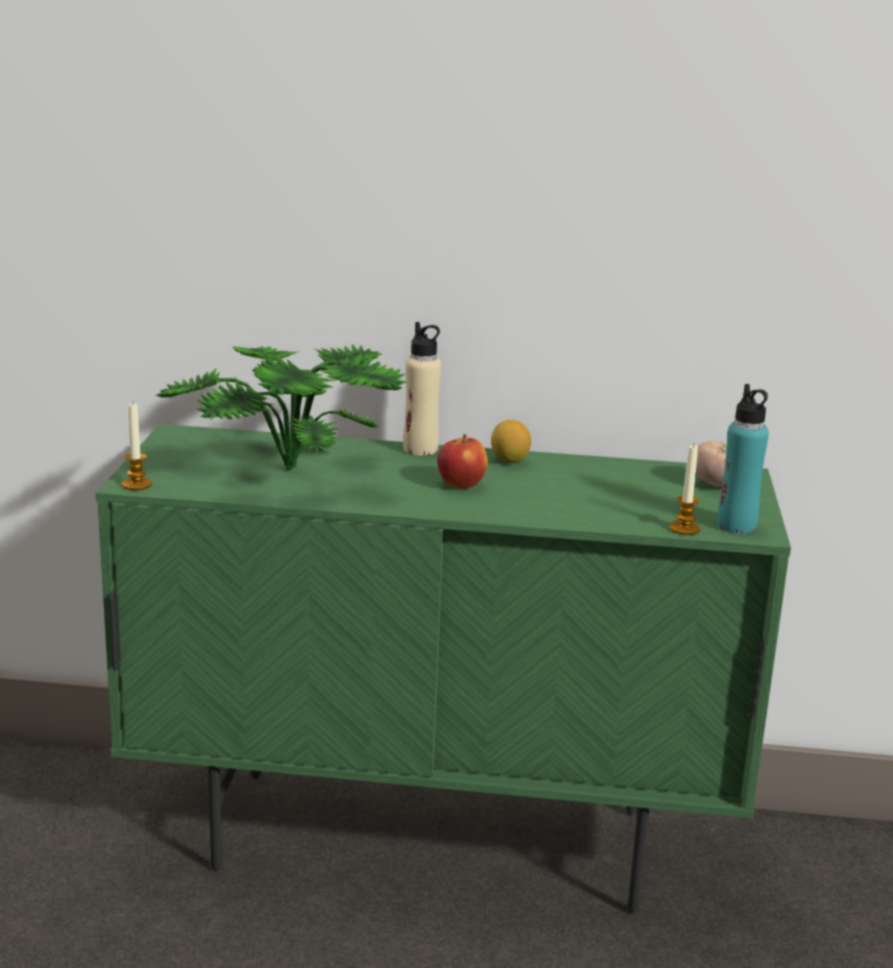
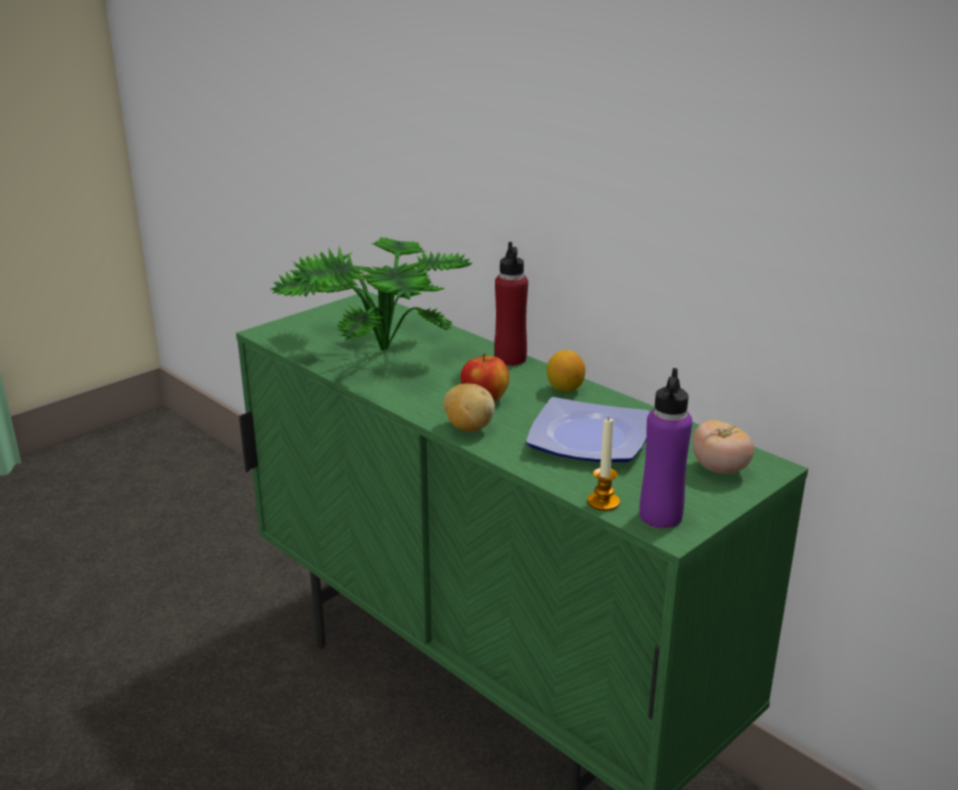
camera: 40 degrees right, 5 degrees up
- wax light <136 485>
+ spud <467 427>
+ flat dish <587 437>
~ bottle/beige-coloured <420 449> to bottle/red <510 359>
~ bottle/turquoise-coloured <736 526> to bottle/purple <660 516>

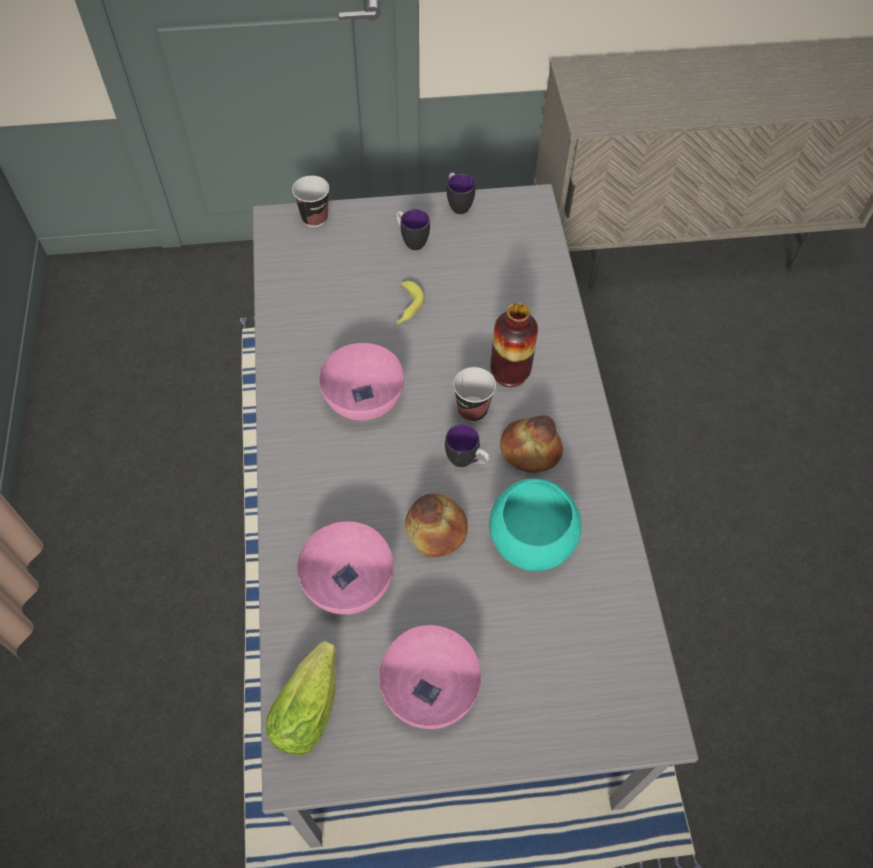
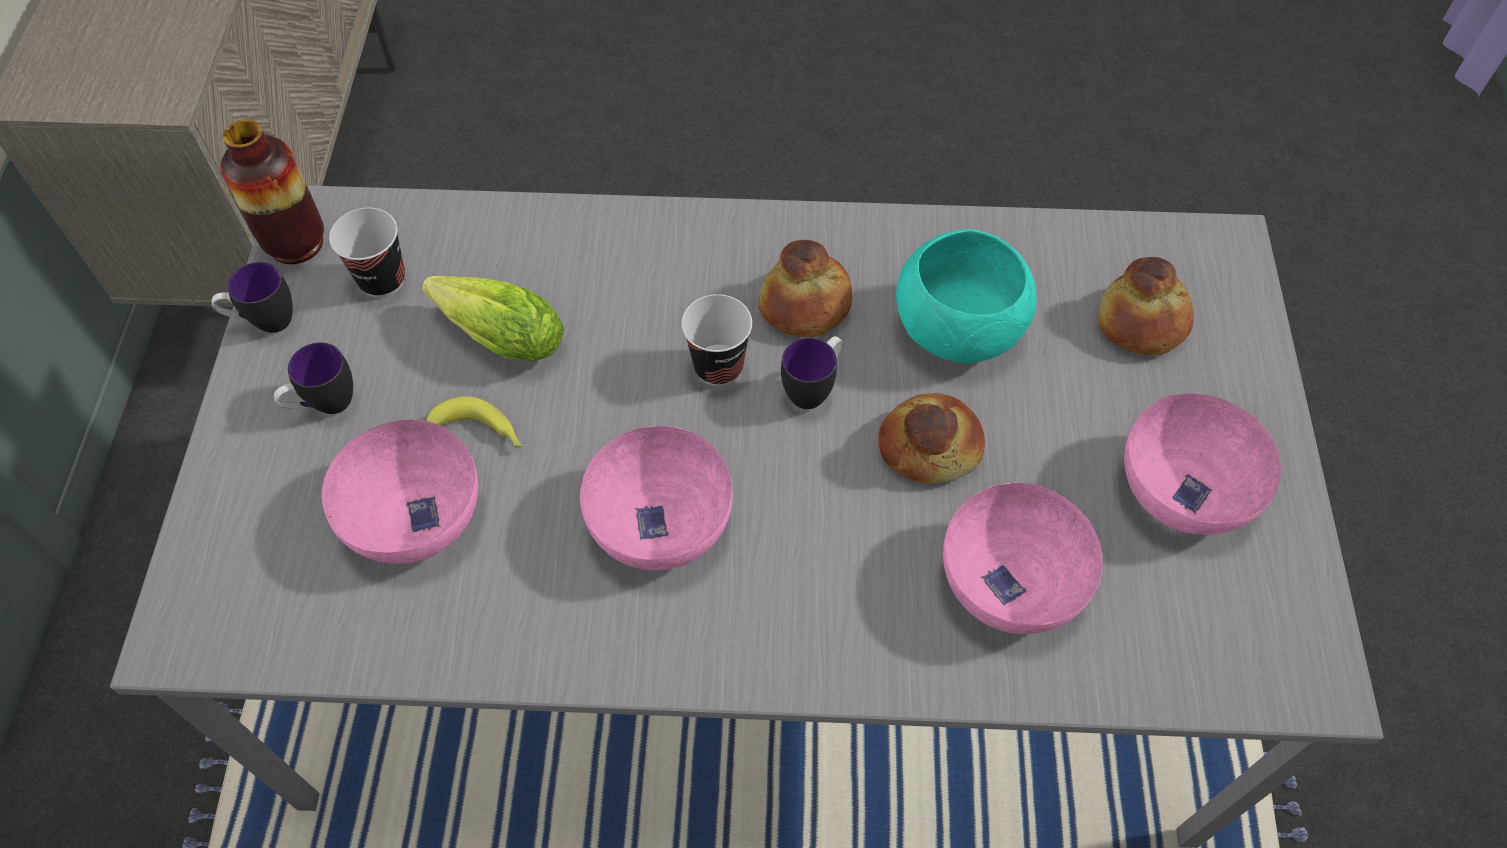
camera: 80 degrees left, 0 degrees up
+ bowl/pink <413 514>
+ baked bread <1143 322>
~ head of lettuce <310 702> to <496 334>
~ drinking cup <314 218> to <382 280>
~ decorative vase <510 373> to <296 243>

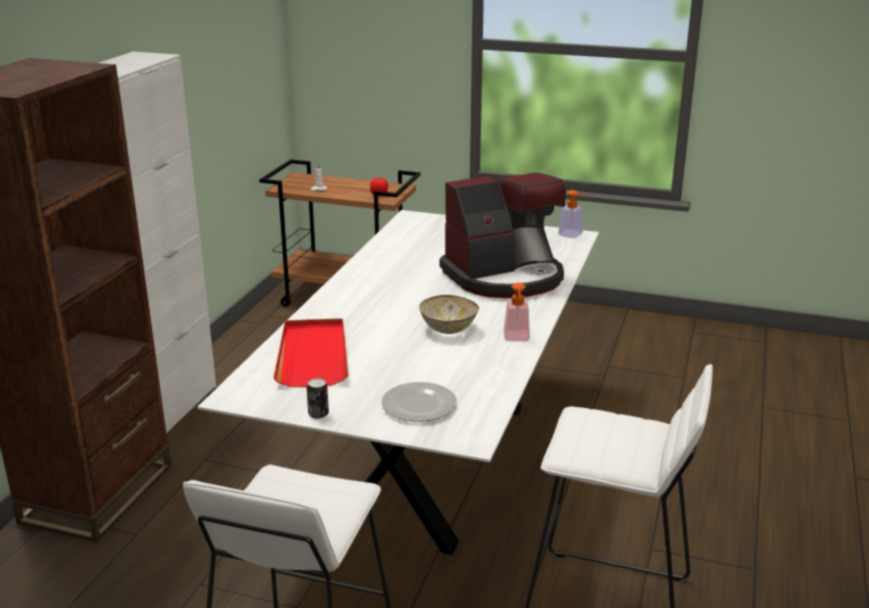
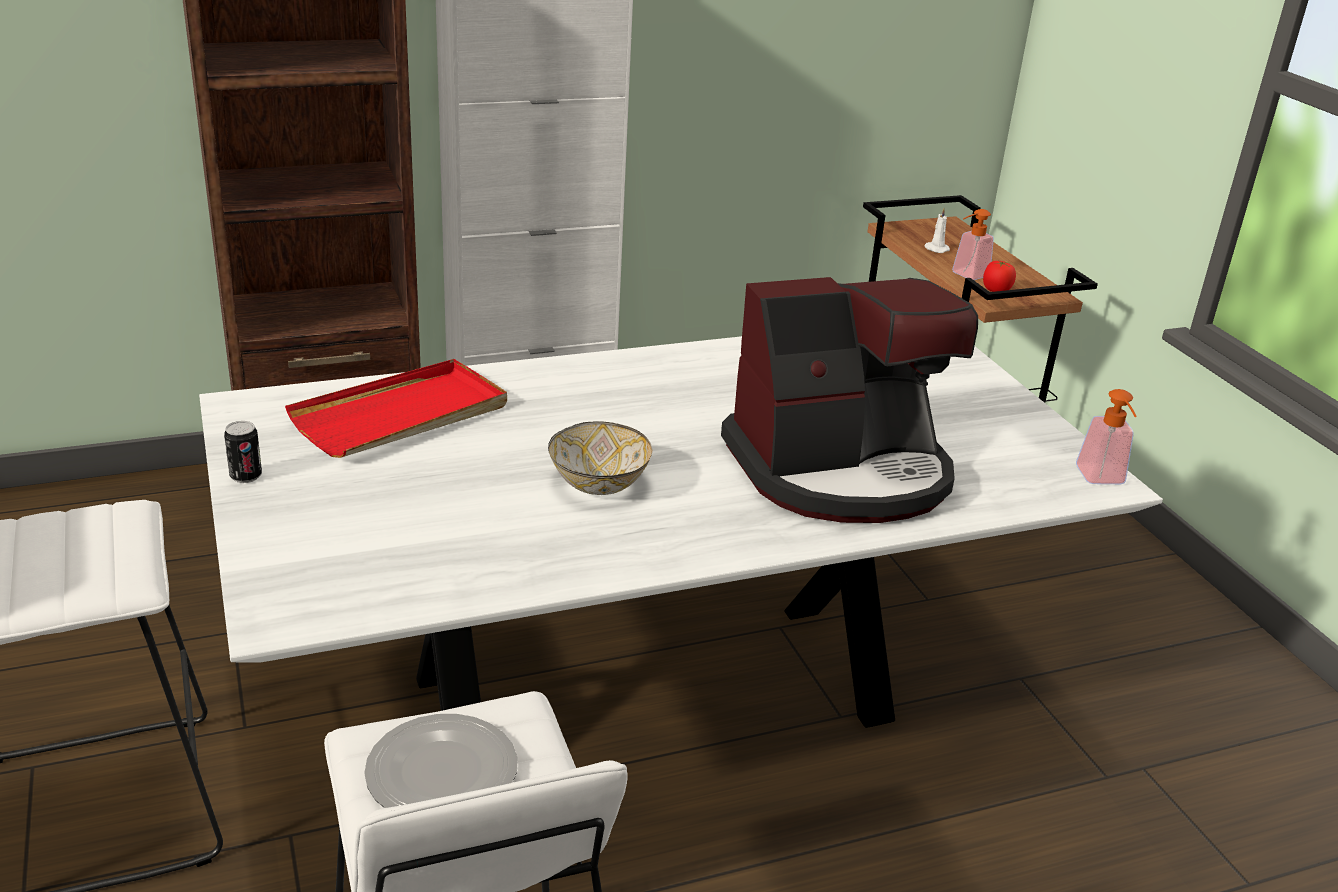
camera: 50 degrees right, 5 degrees up
~ flat dish <417 405> to <440 771>
~ soap dispenser <516 339> to <966 275>
~ coffee machine <505 277> = <841 470> 45 degrees counterclockwise

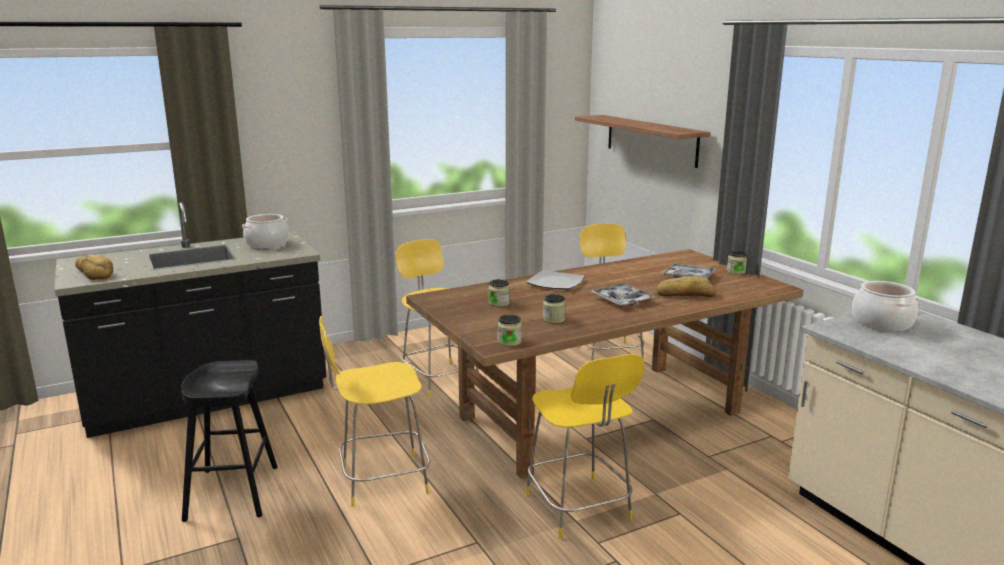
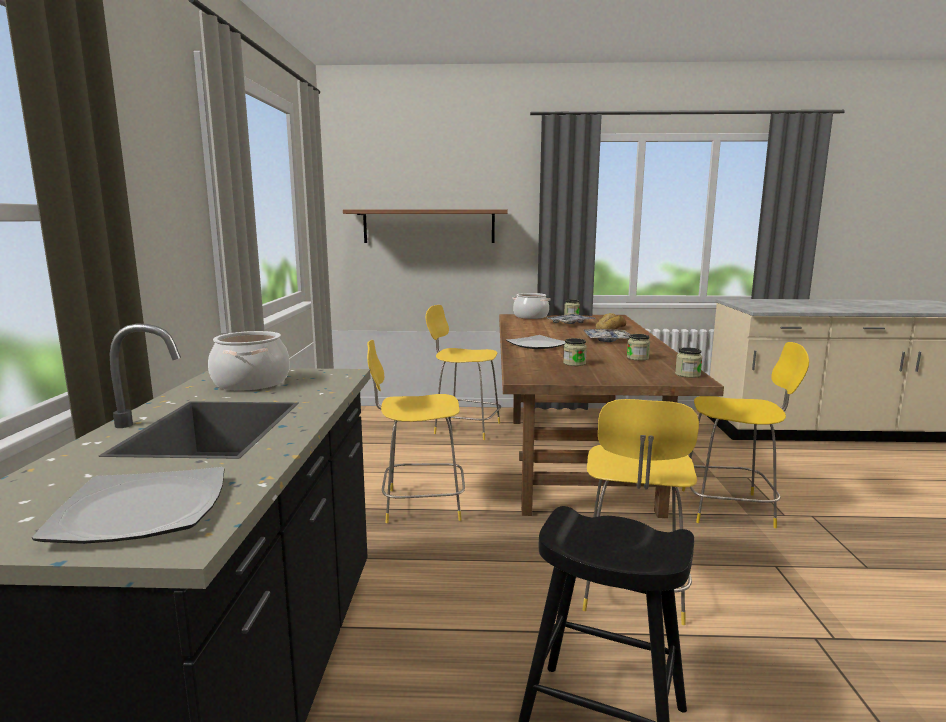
camera: 60 degrees left, 5 degrees down
~ stockpot <881 322> to <530 316>
~ baked bread <95 273> to flat dish <142 511>

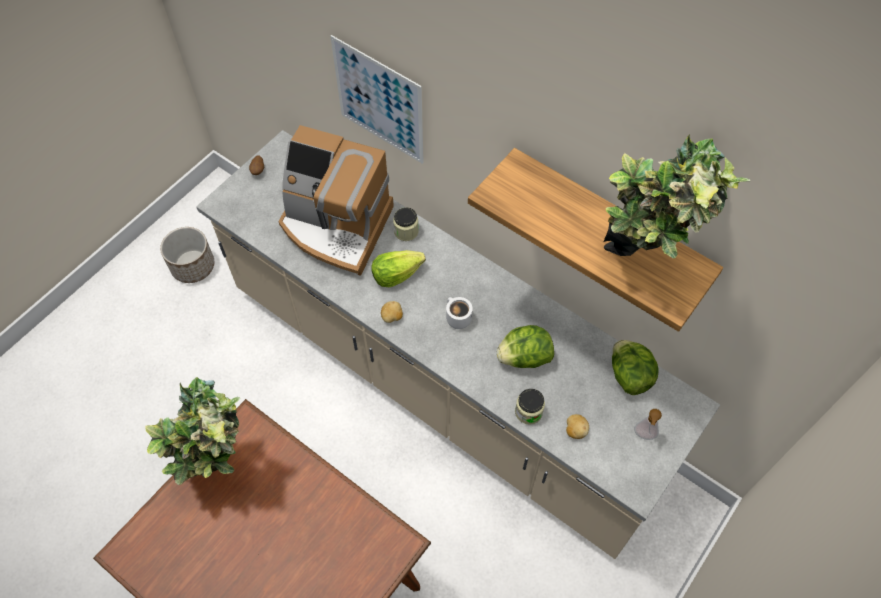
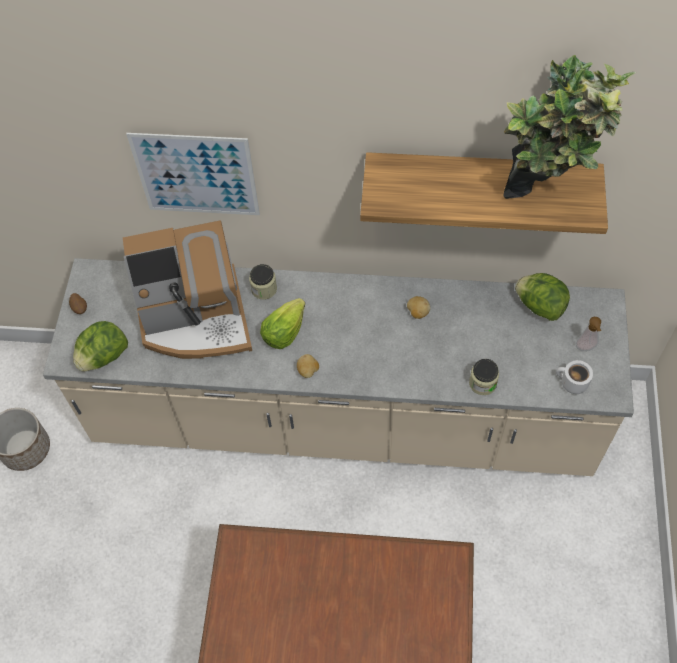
camera: 30 degrees left, 0 degrees up
- plant in a pot <222 470>
~ tea mug/white-coloured <456 318> to <571 384>
~ head of lettuce <524 357> to <104 356>
~ spud <575 430> to <417 312>

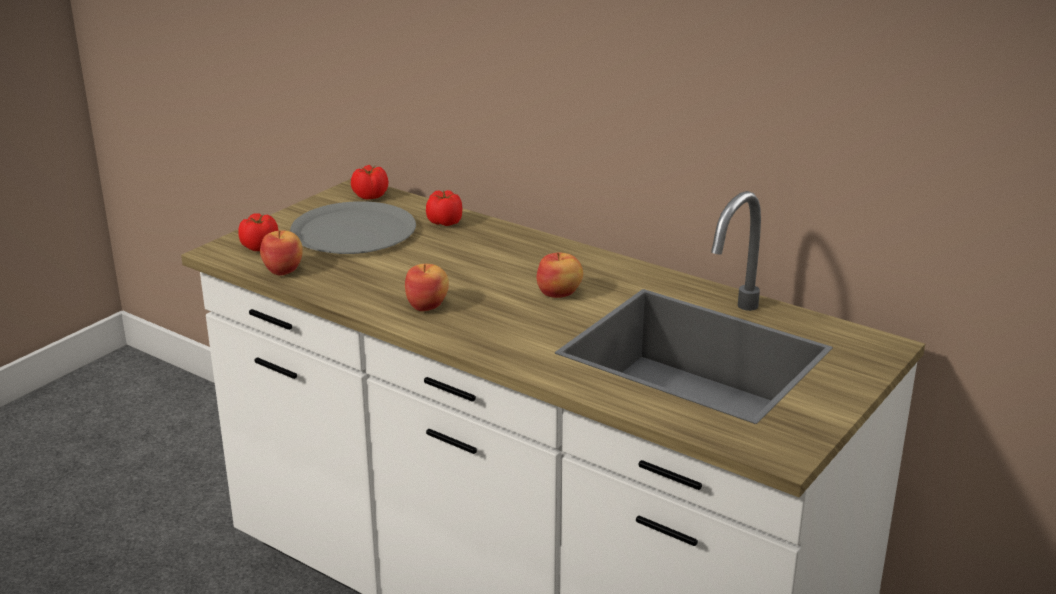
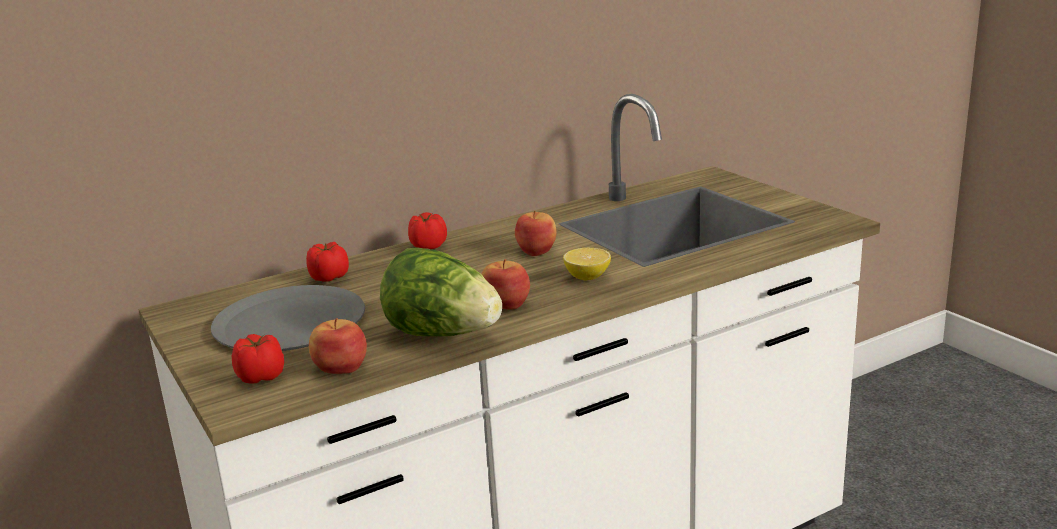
camera: 65 degrees left, 5 degrees down
+ head of lettuce <444 334>
+ citrus fruit <587 277>
~ tomato <370 196> to <427 246>

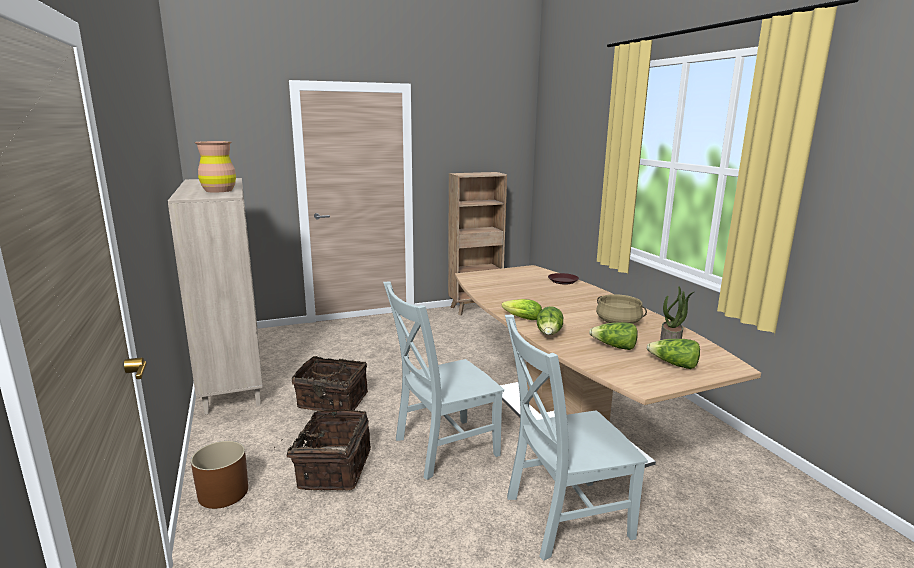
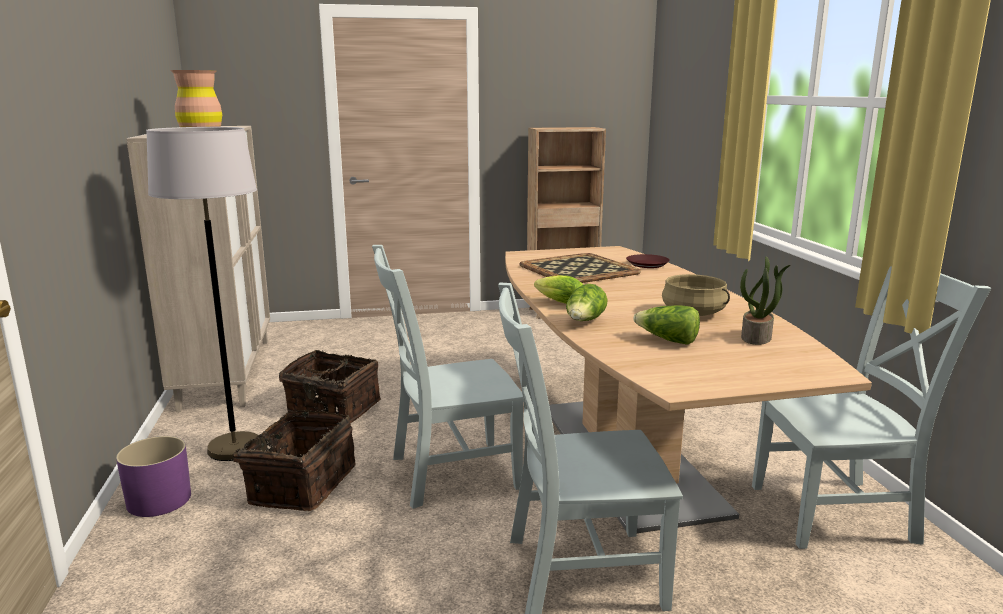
camera: 10 degrees right, 0 degrees up
- head of lettuce <674 365>
+ floor lamp/gray <234 448>
+ tray <580 269>
+ upright chair/gray <839 513>
~ plant pot/brown-coloured <223 492> to plant pot/purple <159 500>

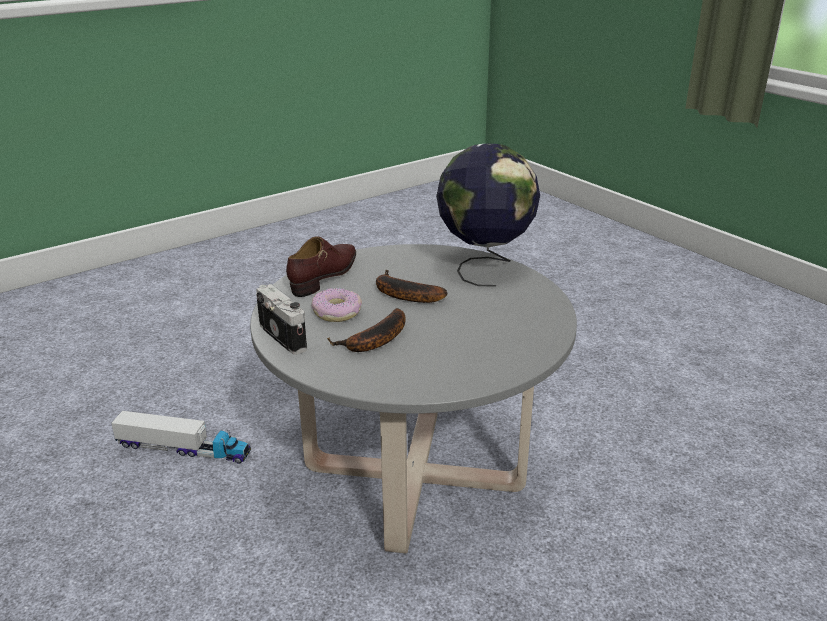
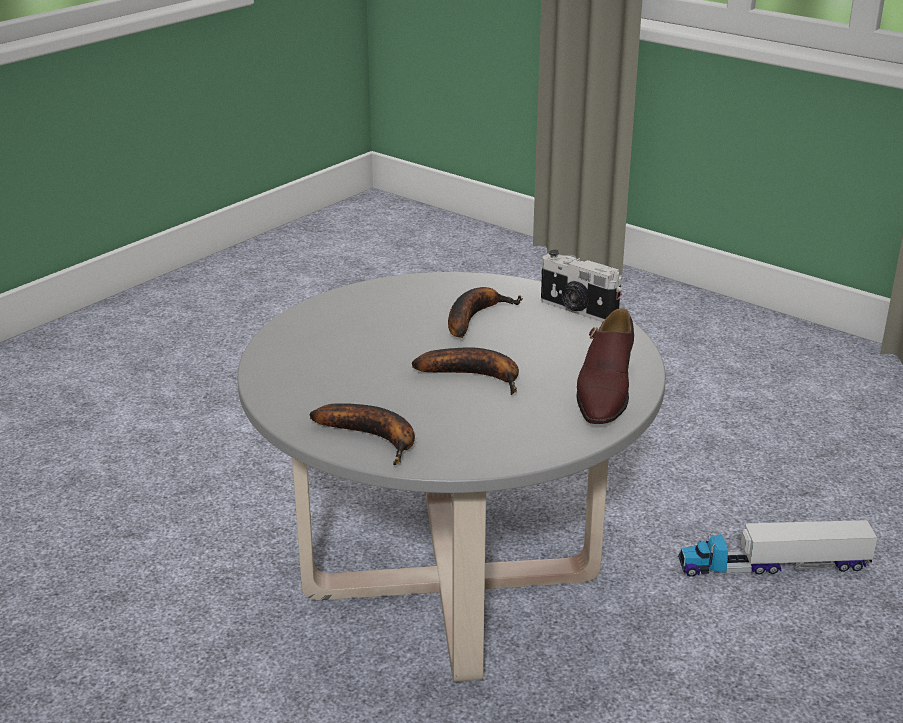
camera: 165 degrees right, 0 degrees up
- donut <337 312>
~ desk globe <484 267> to banana fruit <374 438>

